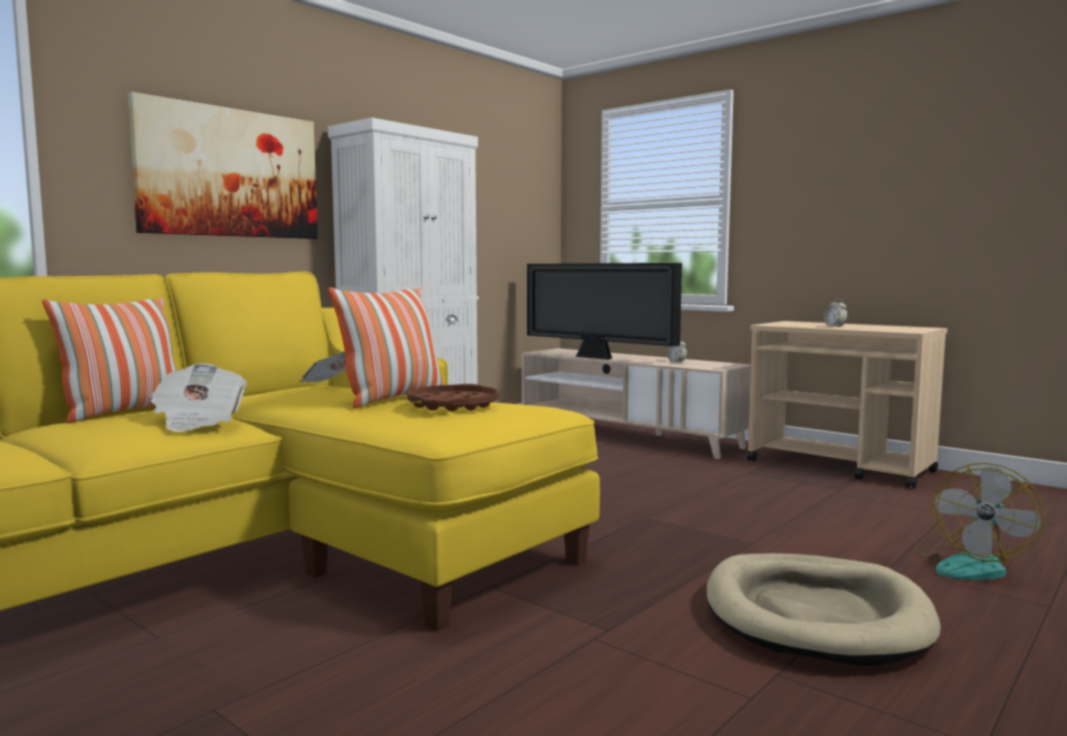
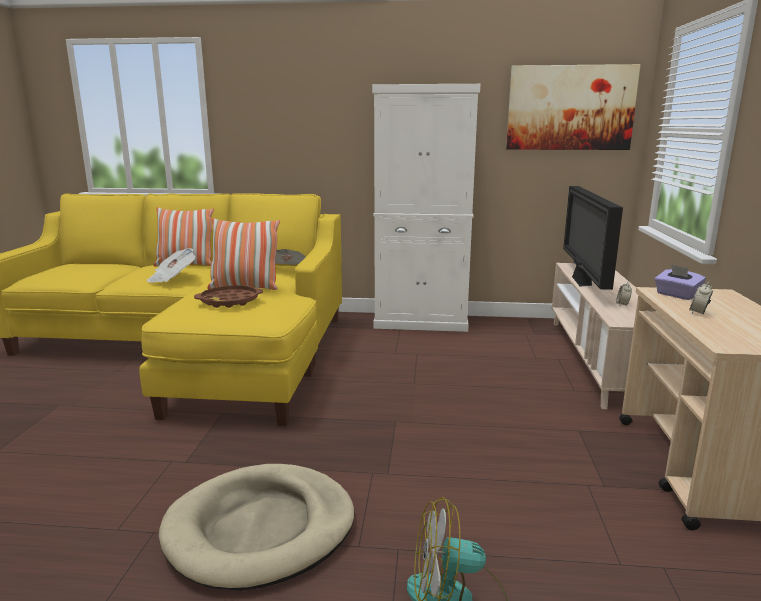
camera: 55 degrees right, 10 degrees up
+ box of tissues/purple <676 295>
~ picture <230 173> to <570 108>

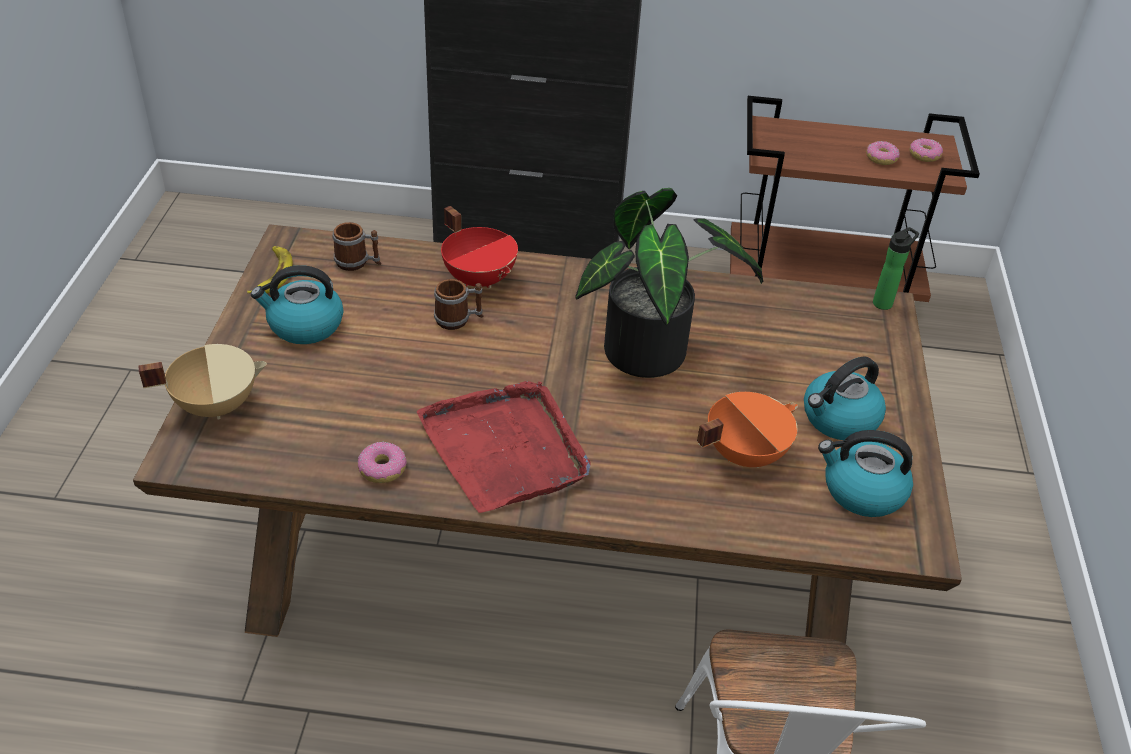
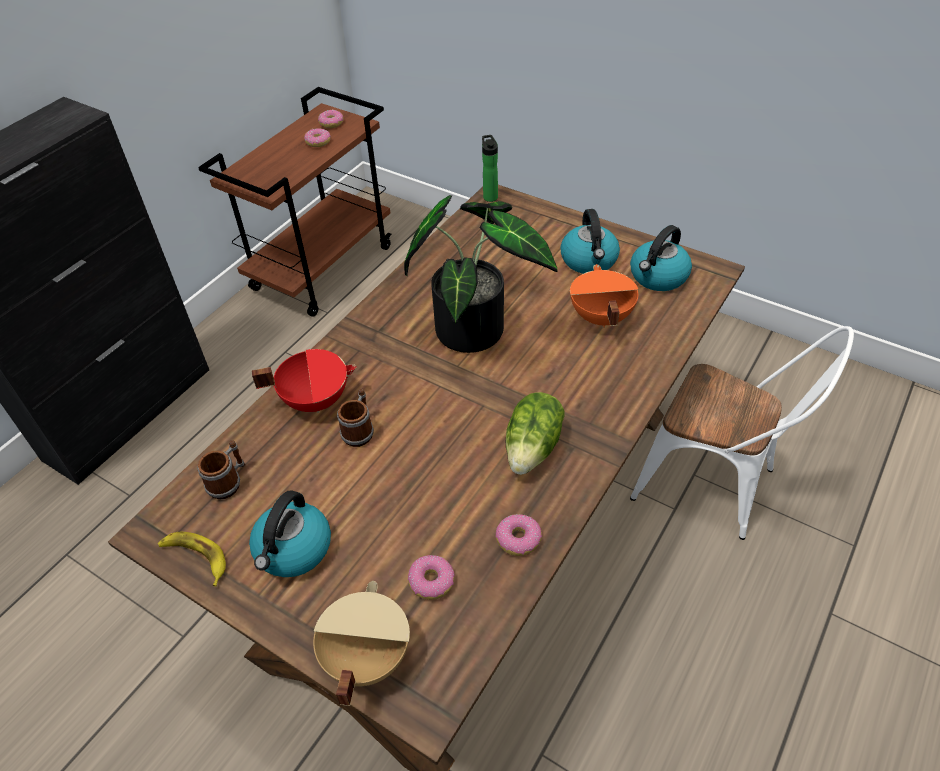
camera: 60 degrees left, 5 degrees up
+ donut <432 581>
~ tray/red <506 449> to head of lettuce <534 448>

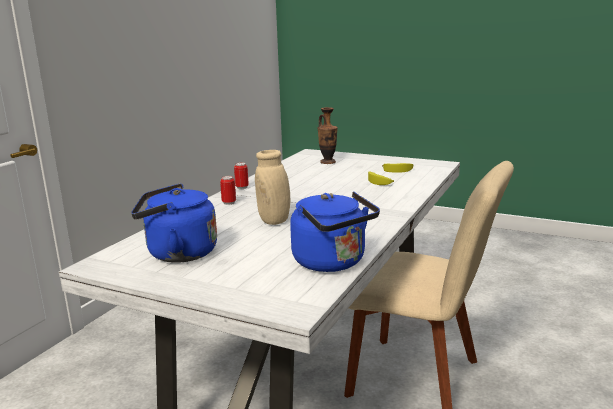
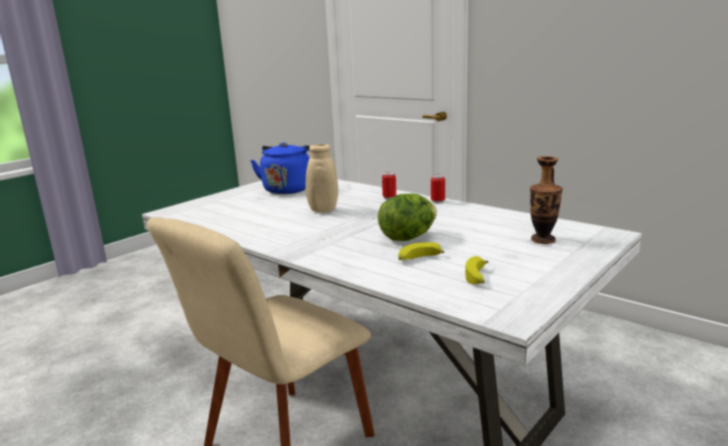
camera: 105 degrees right, 0 degrees up
- tea kettle/bluish <332 263>
+ head of lettuce <408 238>

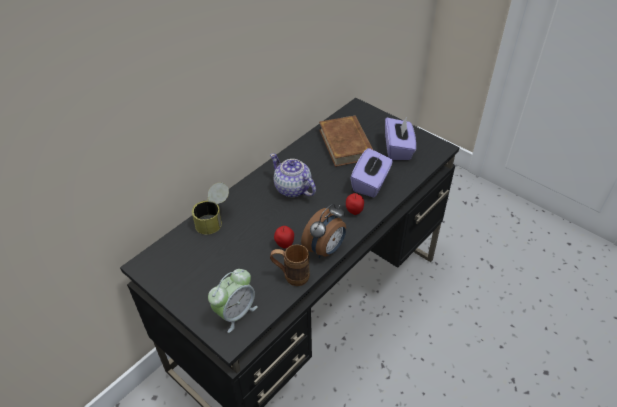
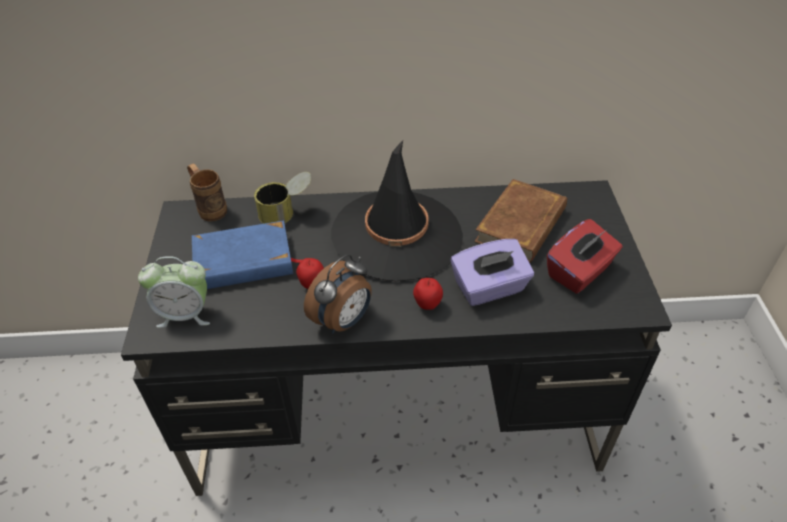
camera: 45 degrees right, 0 degrees up
+ book/bluish <244 261>
~ tea mug/brown-coloured <291 276> to <209 208>
~ tea pot <293 189> to clothing hat/black <397 235>
~ box of tissues/purple <398 149> to box of tissues/red <579 272>
~ alarm clock <325 249> = <343 321> 45 degrees counterclockwise

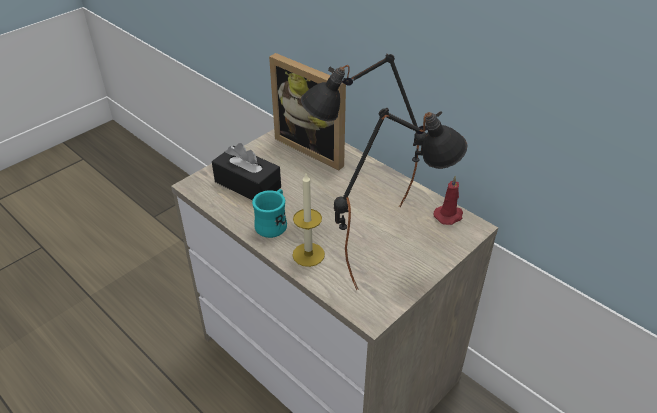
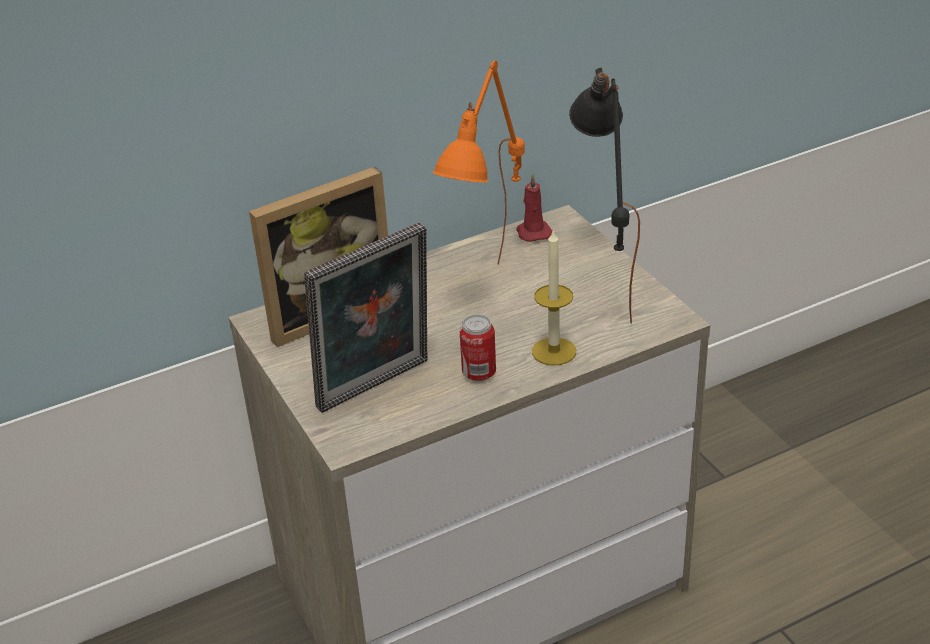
camera: 70 degrees left, 5 degrees down
~ box of tissues/black <247 184> to standing frame <377 387>
~ tea mug/turquoise-coloured <273 224> to can <479 373>
~ tabletop lamp/black <360 212> to tabletop lamp/orange-coloured <493 296>

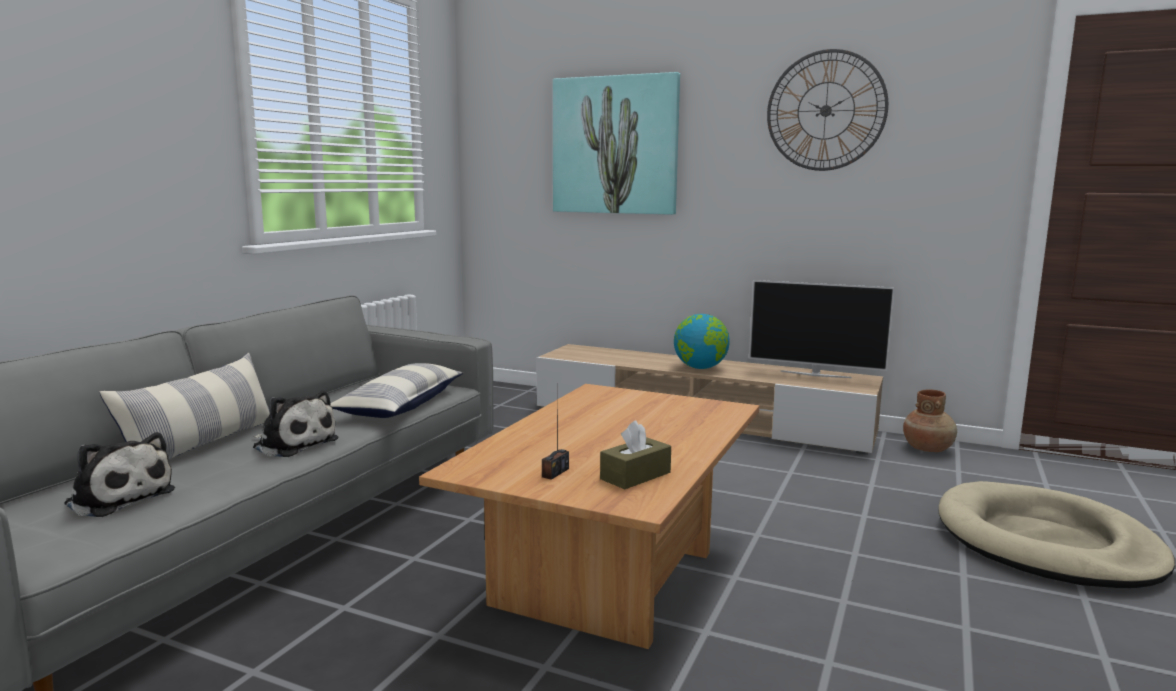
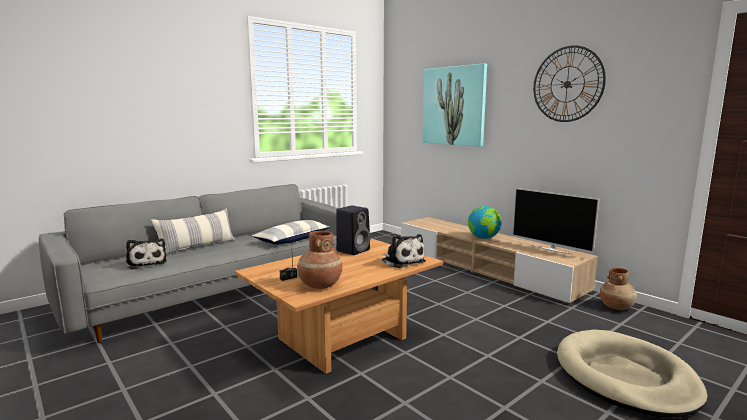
camera: 25 degrees right, 0 degrees up
+ speaker/black <353 250>
~ soft toy <293 444> to <402 261>
~ box of tissues/brown-coloured <635 476> to decorative vase/brown-coloured <319 285>

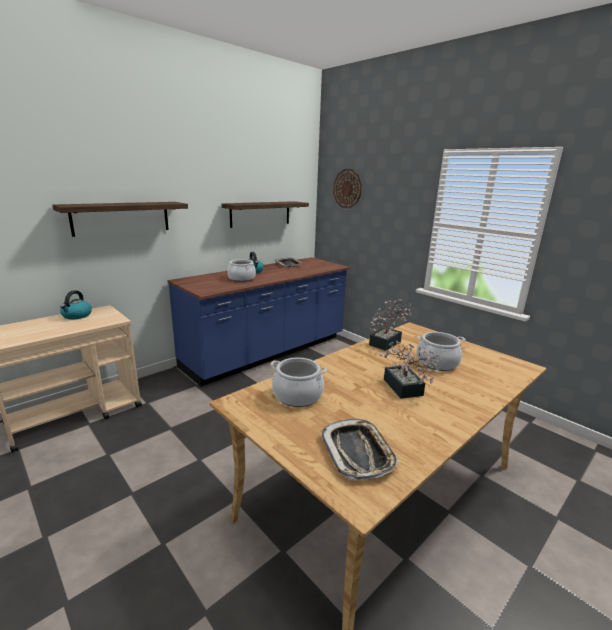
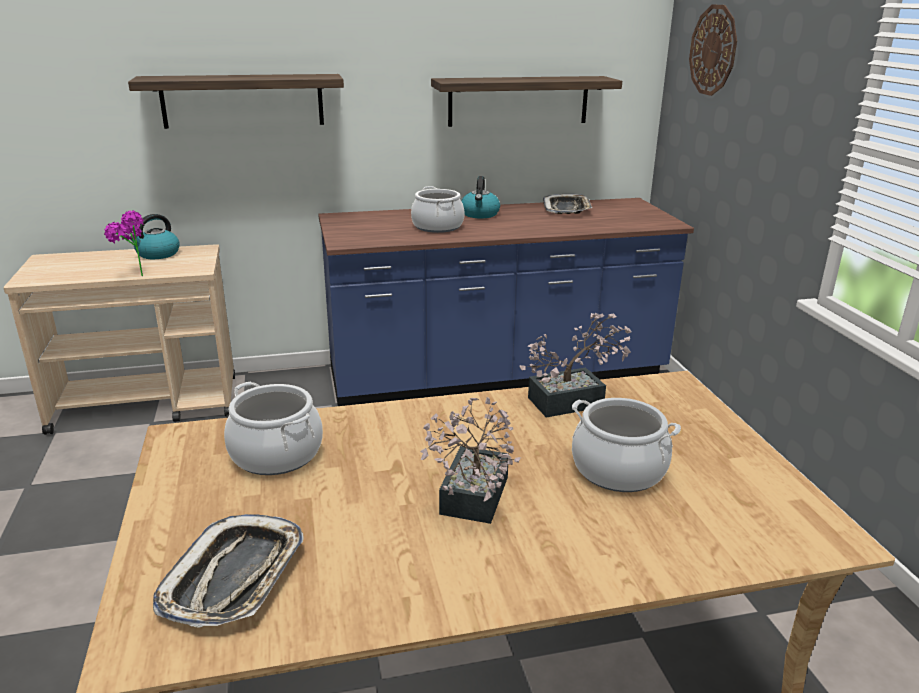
camera: 30 degrees right, 5 degrees up
+ plant in a pot <133 275>

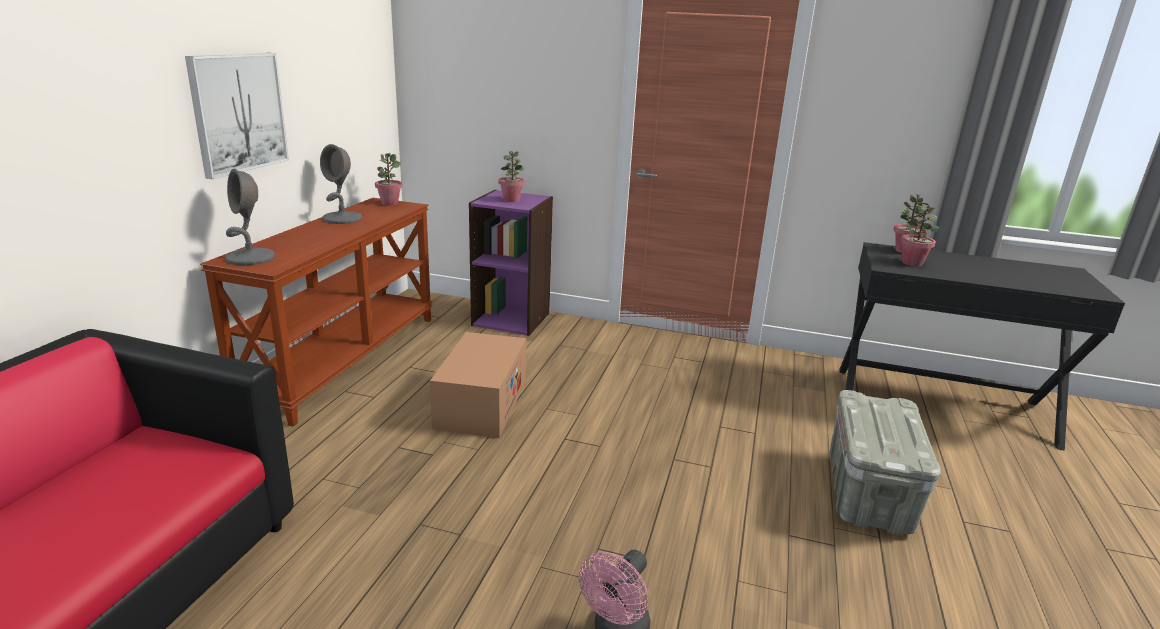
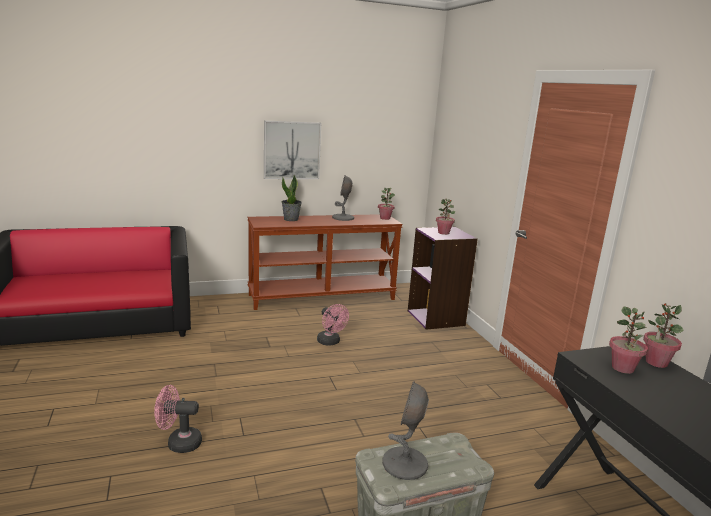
camera: 55 degrees right, 5 degrees down
+ plant in a pot <291 219>
~ tabletop lamp/gray <250 258> to <405 464>
~ cardboard box <481 404> to cooling fan/pink <330 342>

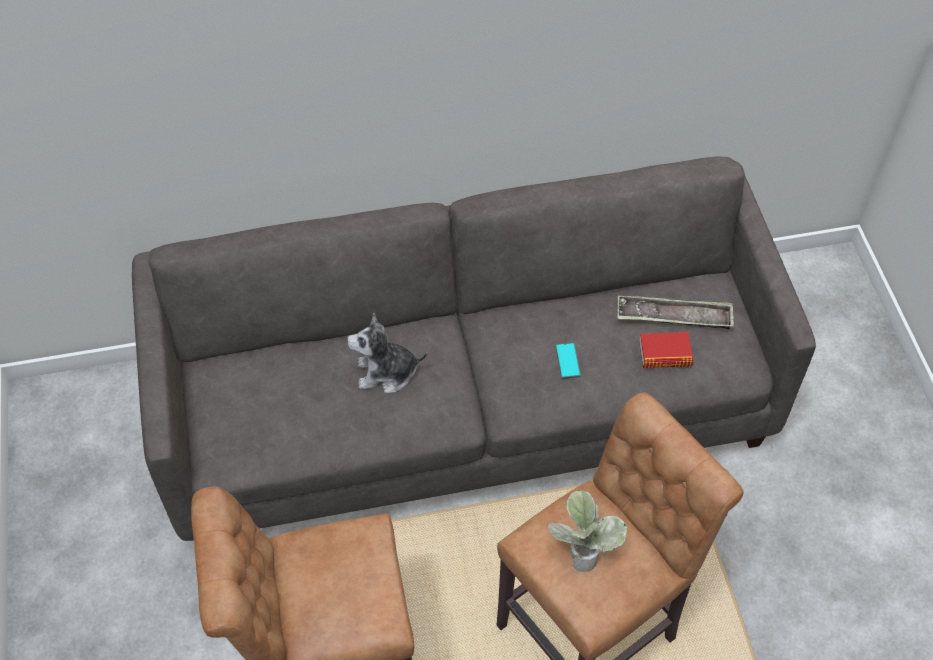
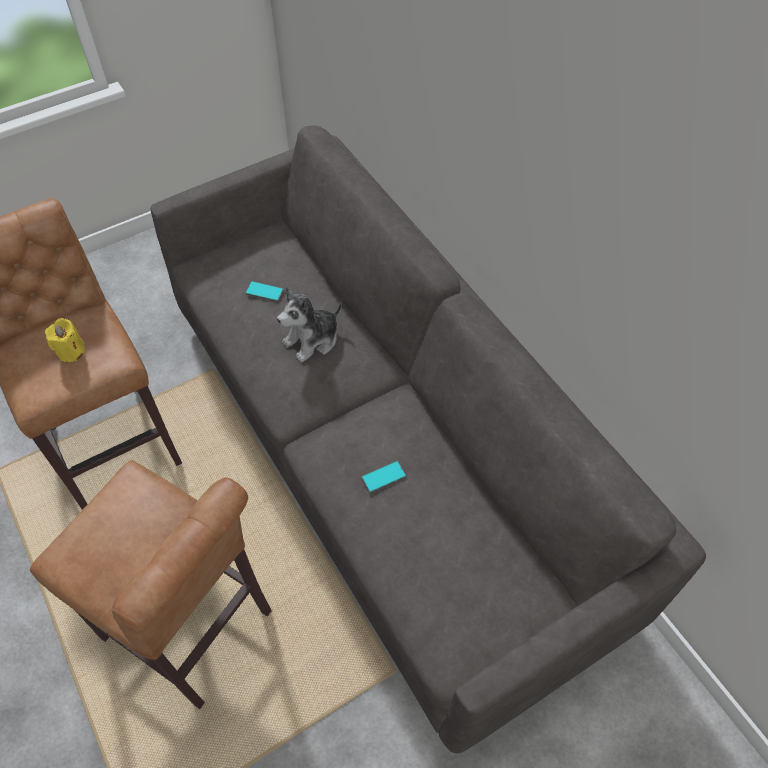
camera: 70 degrees right, 0 degrees up
- plant in a pot <581 552>
- tray <674 316>
- book <665 354>
+ wax light/yellow-coloured <71 351>
+ handset <265 291>
~ soft toy <386 373> = <312 340> 105 degrees counterclockwise

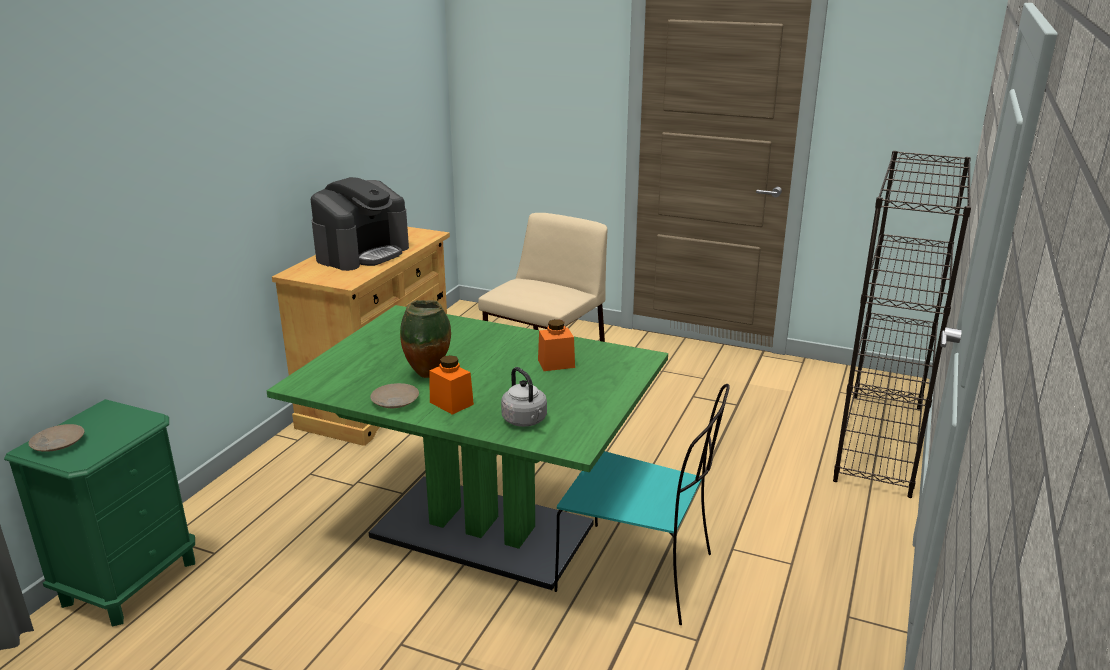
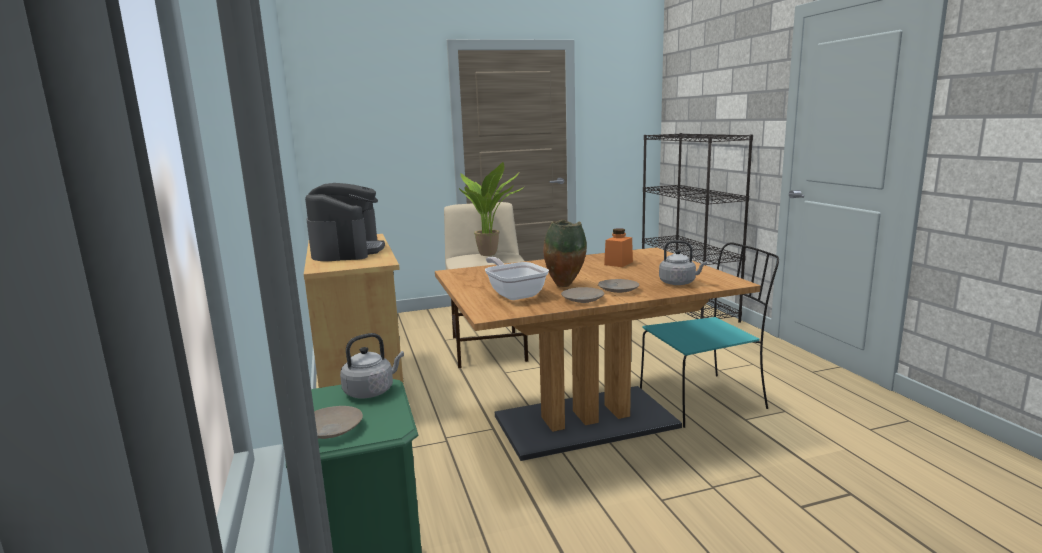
camera: 40 degrees left, 10 degrees down
+ tea kettle/gray <371 391>
+ plant in a pot <491 254>
+ skillet <514 294>
~ preserve jar/orange-coloured <451 403> to flat dish/beige-coloured <617 290>
~ dining table/greenish <482 531> to dining table/brown-coloured <585 422>

